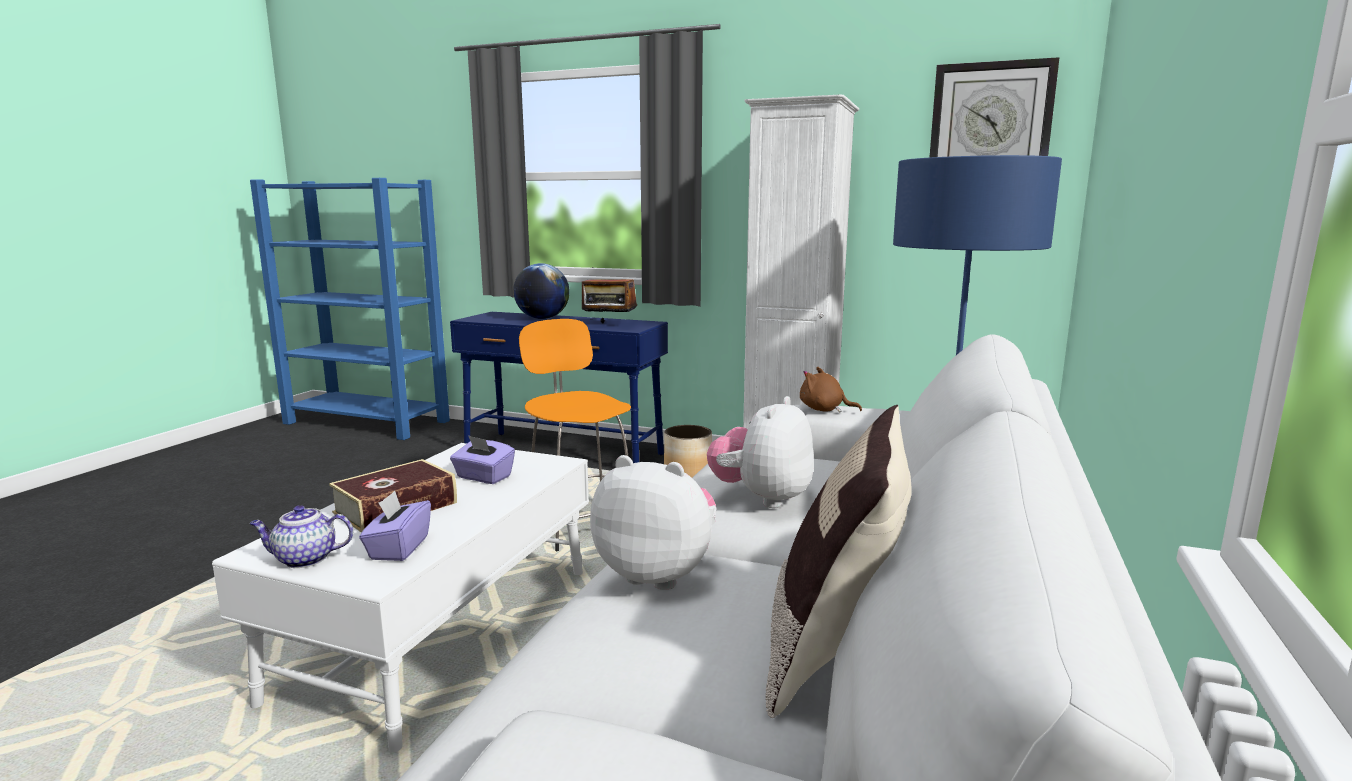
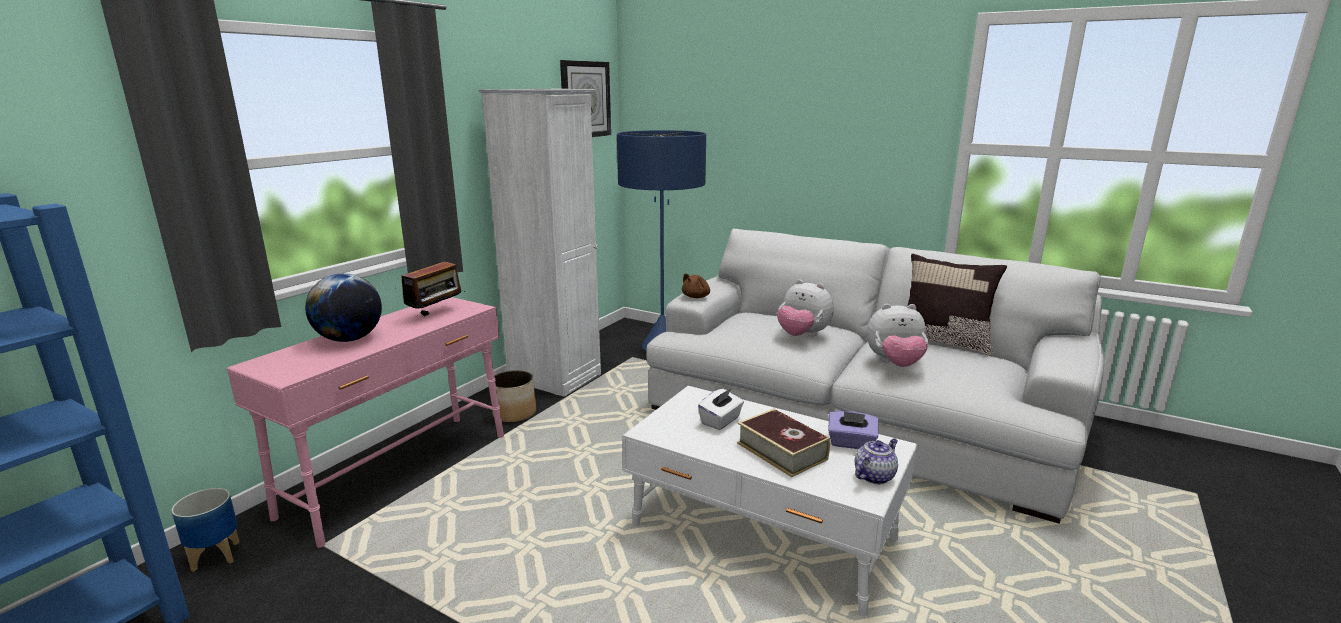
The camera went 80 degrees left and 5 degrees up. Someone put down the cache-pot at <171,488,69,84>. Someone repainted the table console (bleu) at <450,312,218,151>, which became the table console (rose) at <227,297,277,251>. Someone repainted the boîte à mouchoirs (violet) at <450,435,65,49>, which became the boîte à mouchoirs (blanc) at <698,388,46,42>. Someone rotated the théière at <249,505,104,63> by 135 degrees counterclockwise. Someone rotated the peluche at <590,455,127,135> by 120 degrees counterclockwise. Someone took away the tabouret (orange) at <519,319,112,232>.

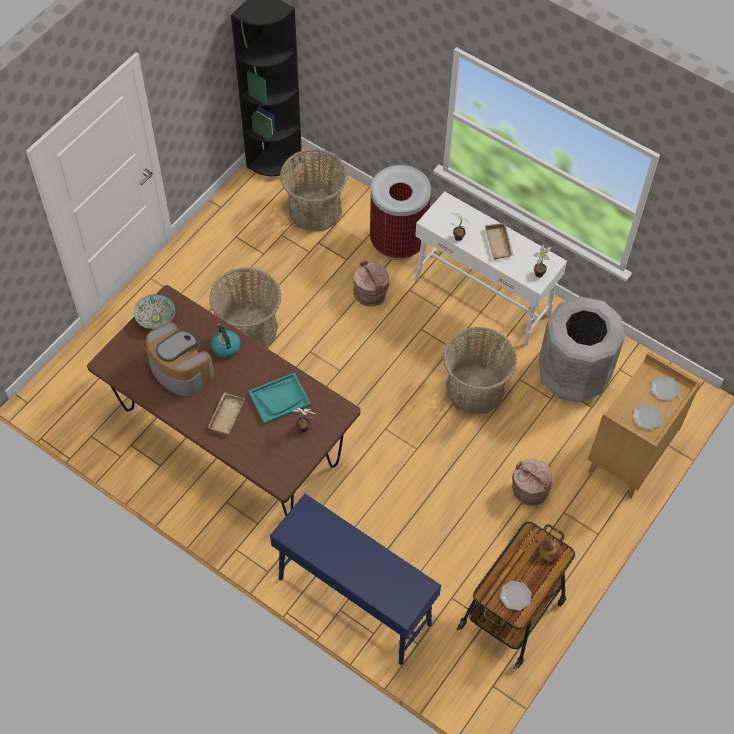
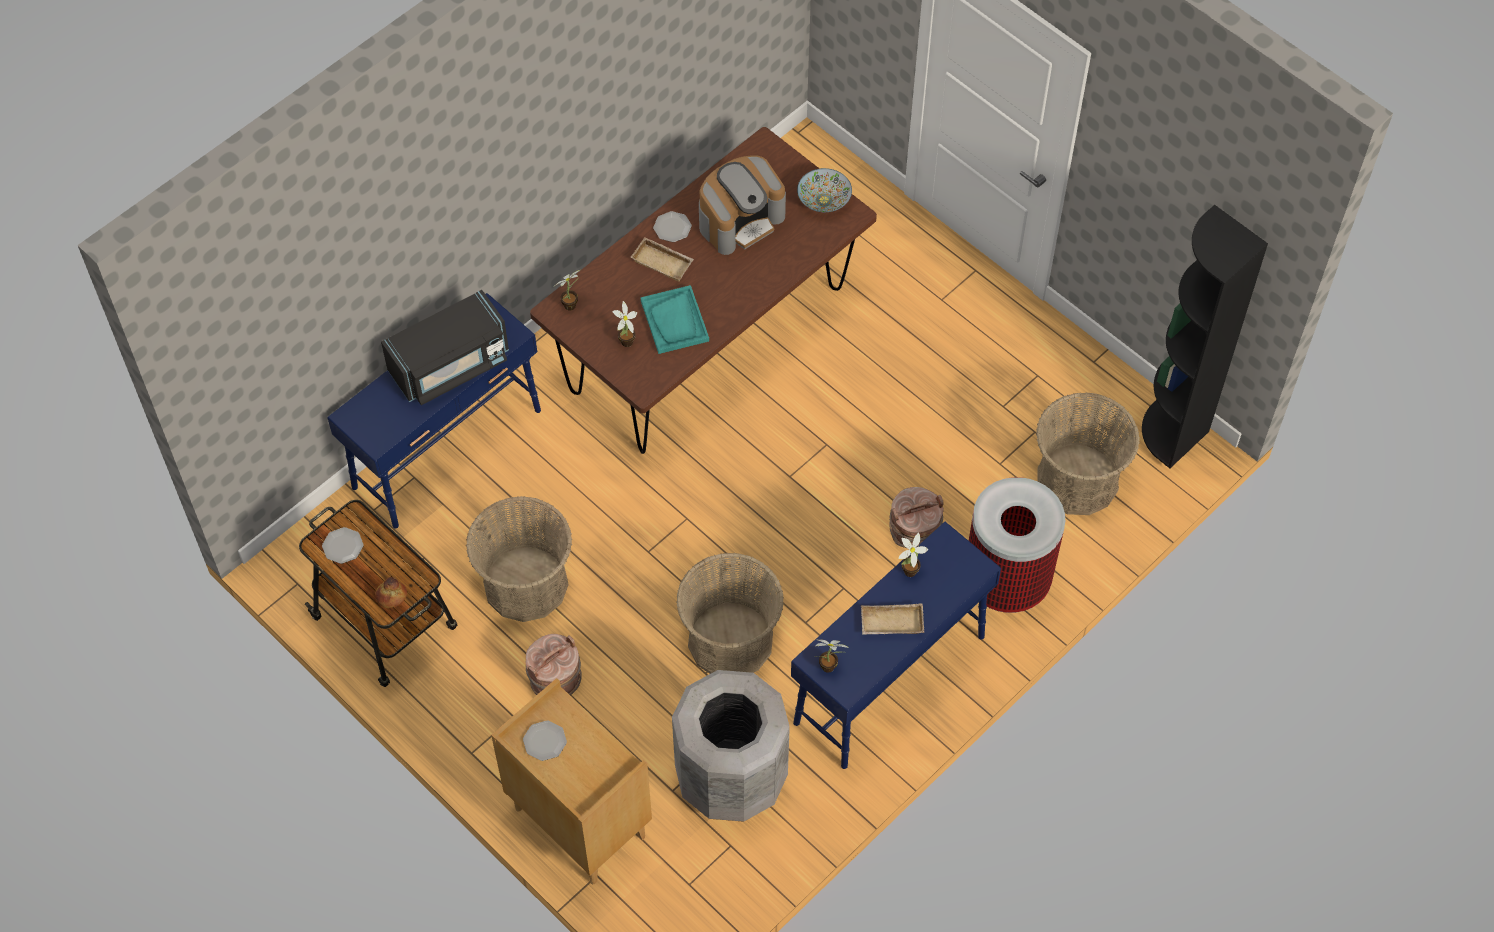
The camera went 100 degrees right and 0 degrees up. Someone put down the micro-ondes (noir) at <381,290,128,115>. Someone carried the panier from <209,267,72,81> to <466,496,106,126>. Someone put down the plante en pot at <553,270,27,40>. Someone carried the assiette from <651,376,29,25> to <653,211,39,31>. Someone repainted the table console (blanc) at <415,191,152,154>, which became the table console (bleu) at <791,522,210,247>. Someone took away the bouilloire at <211,323,29,34>.

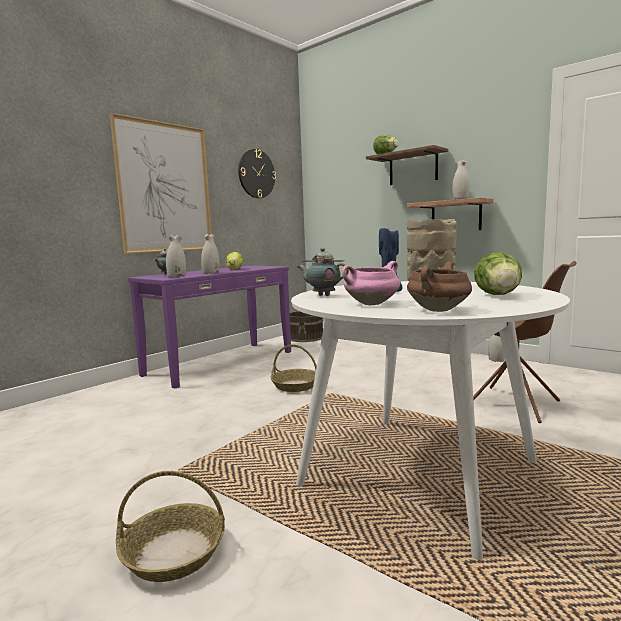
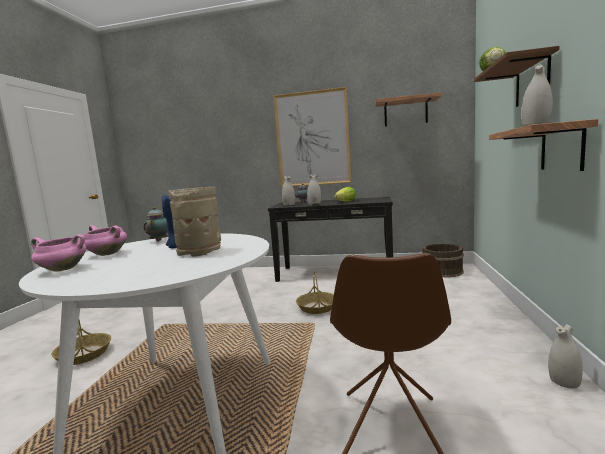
The camera went 60 degrees right and 0 degrees up. Someone repainted the marmite (marron) at <407,262,65,50>, which became the marmite (rose) at <31,234,55,38>. Someone repainted the table console (violet) at <128,266,163,123>, which became the table console (noir) at <268,197,125,85>. Someone swapped the horloge murale at <238,149,38,49> for the étagère at <375,92,67,35>. Someone took away the laitue at <474,252,48,43>.

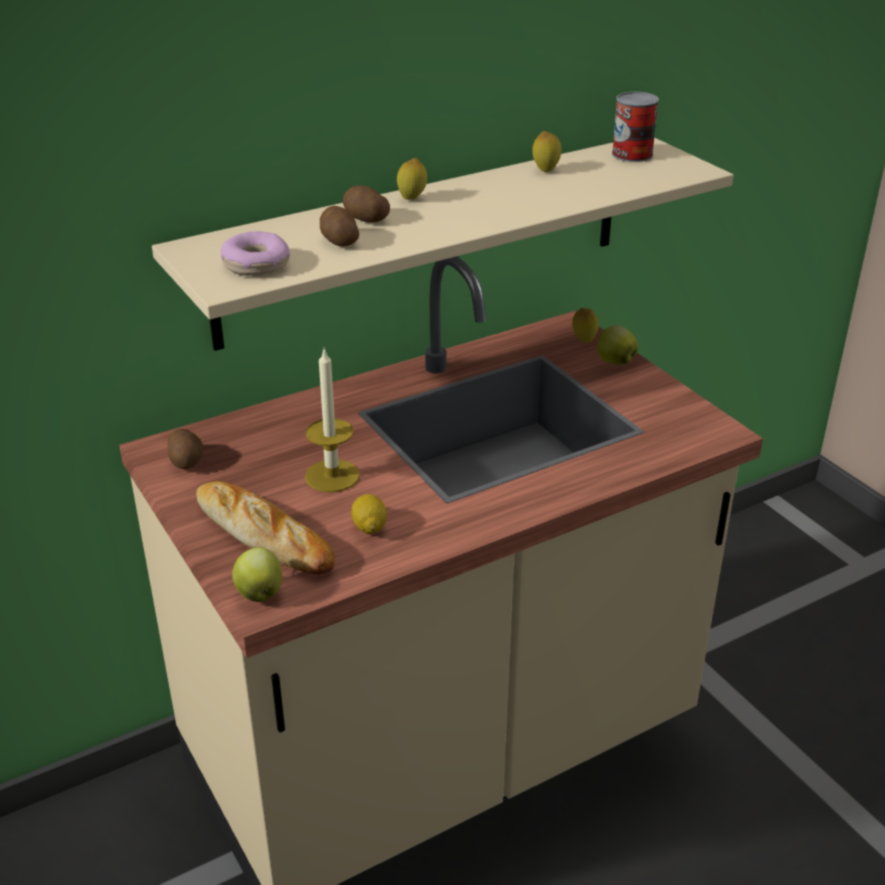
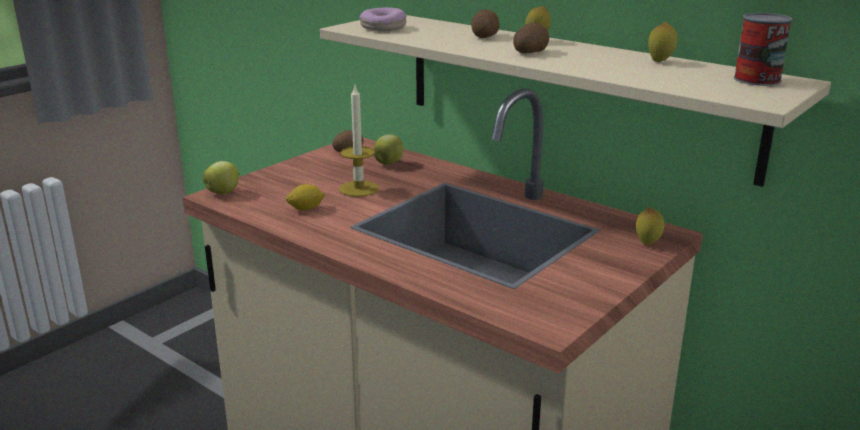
The camera went 70 degrees right and 10 degrees down. Someone carried the pomme from <597,325,41,40> to <374,134,30,30>. Someone carried the pomme de terre from <320,206,39,41> to <513,23,36,31>. Someone took away the pain at <196,481,139,94>.

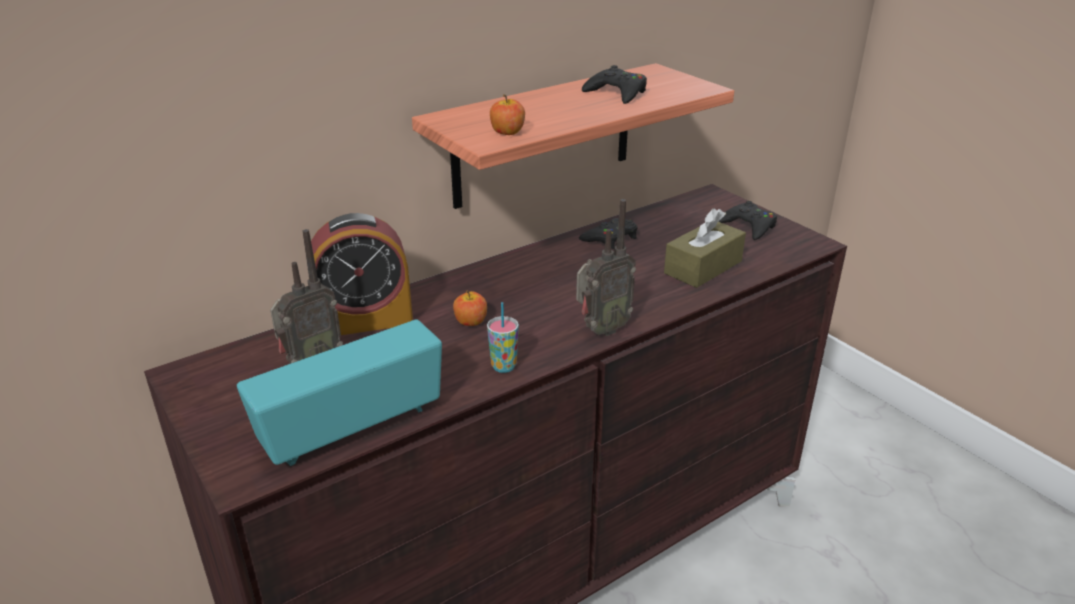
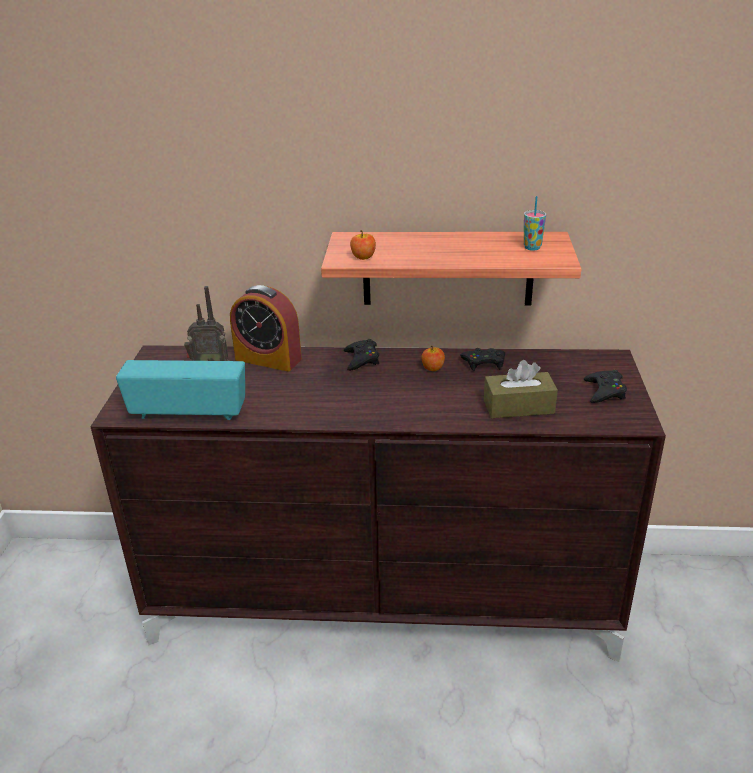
The camera went 40 degrees right and 0 degrees up. Someone carried the manette (noir) from <582,65,65,39> to <344,339,35,32>. Someone carried the pomme from <453,291,34,35> to <421,345,24,26>. Someone carried the tasse from <487,302,32,71> to <524,196,22,55>. Someone took away the radio at <576,199,60,137>.

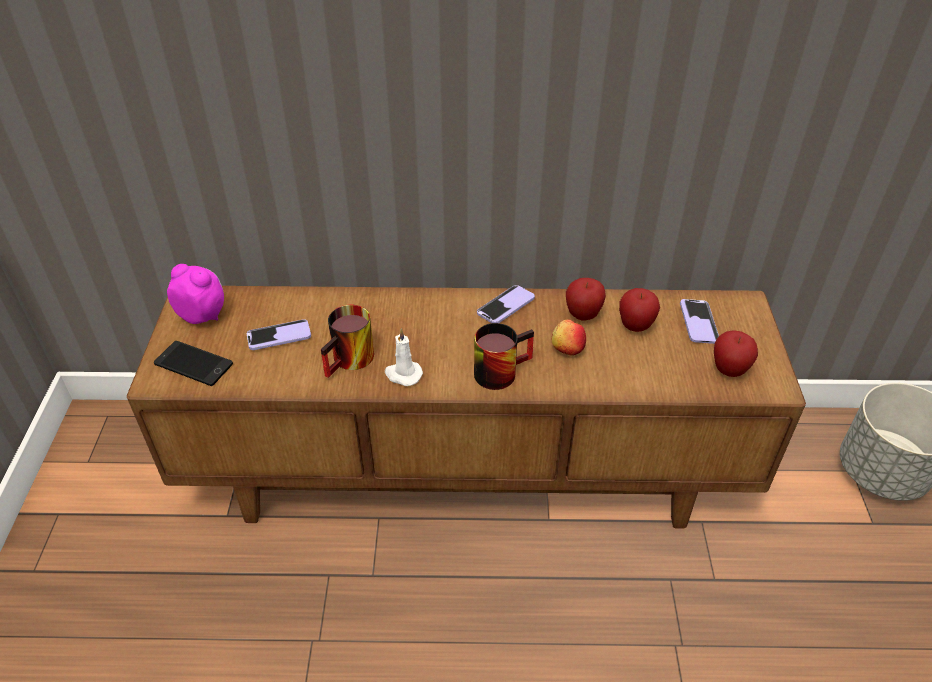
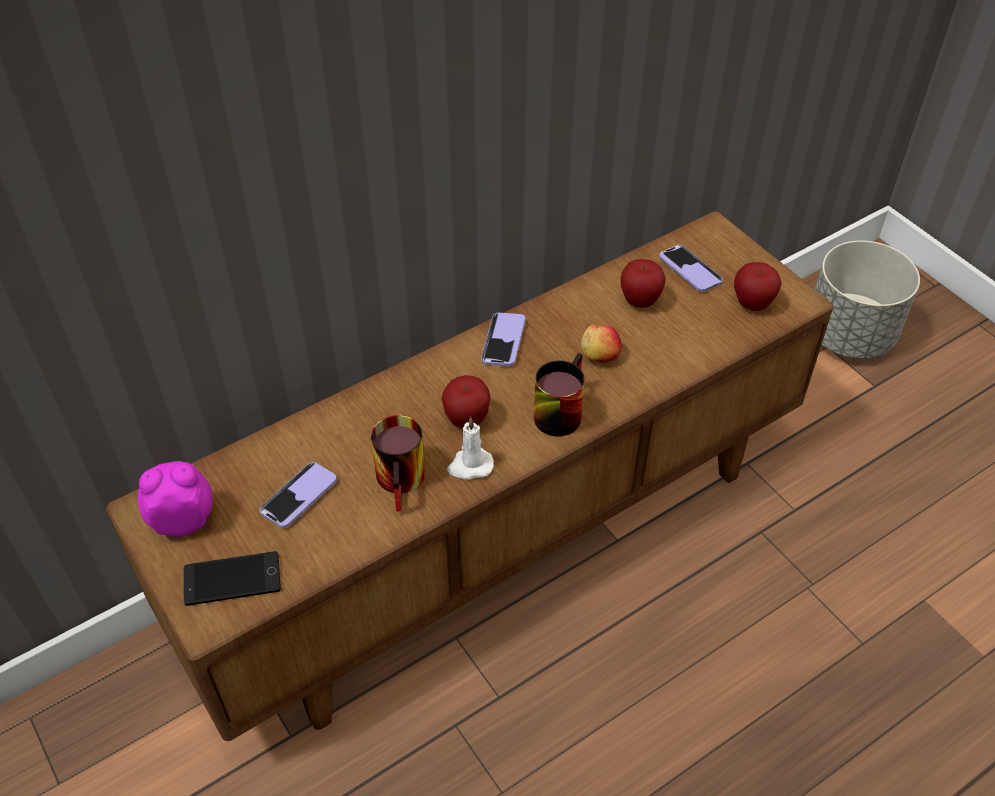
The camera went 35 degrees left and 5 degrees up. Someone carried the pomme from <566,278,40,43> to <441,375,49,53>.

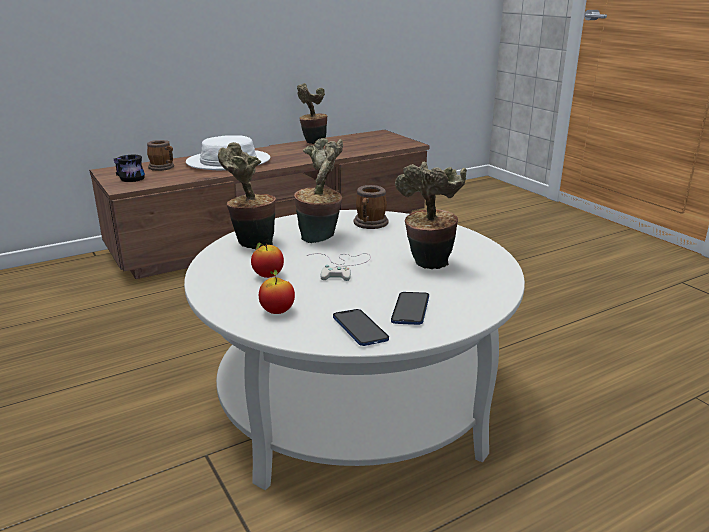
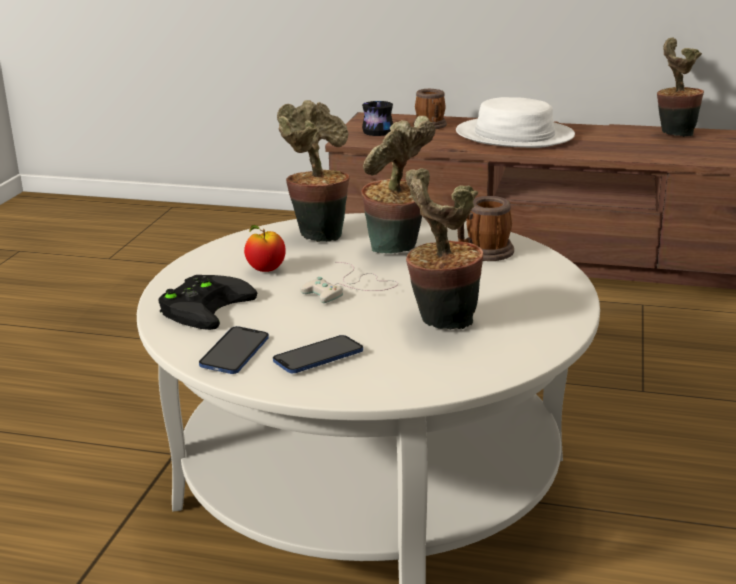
The camera went 45 degrees right and 0 degrees up. Someone swapped the pomme at <259,270,36,44> for the manette (noir) at <158,275,99,55>.

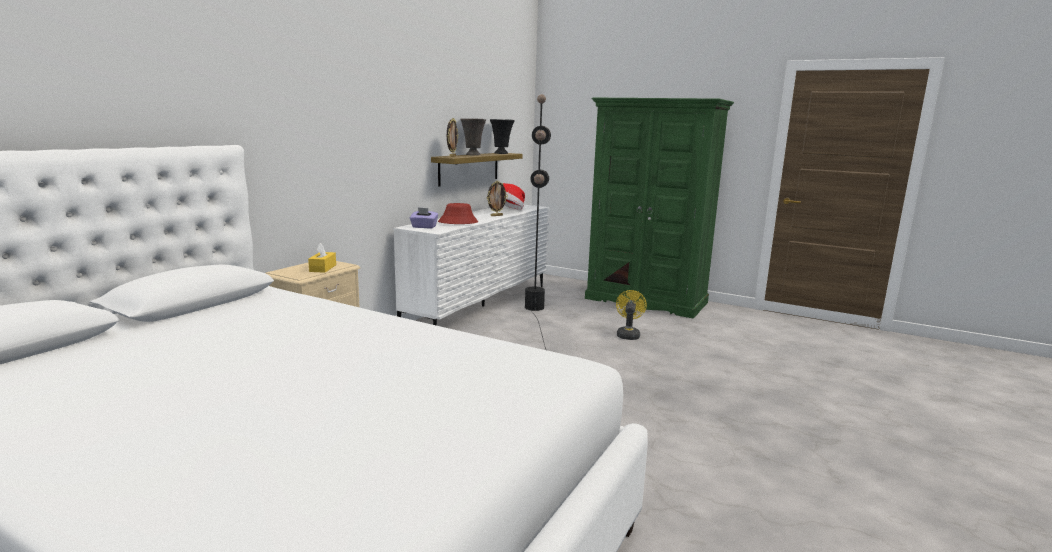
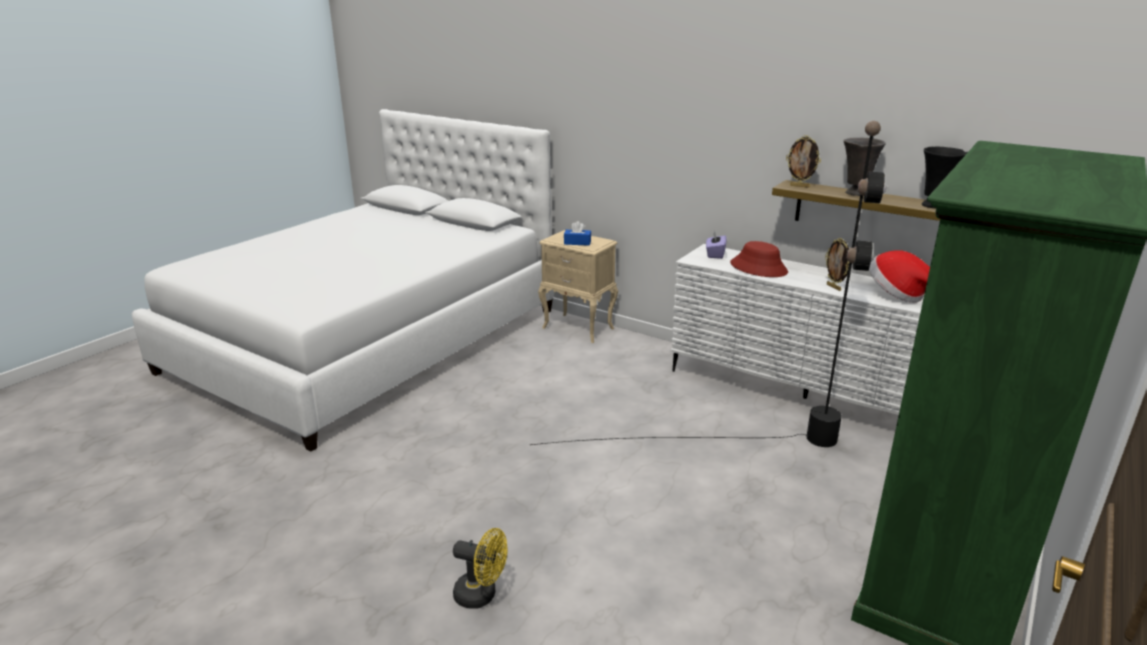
The camera went 95 degrees right and 10 degrees up. Someone carried the ventilateur (jaune) from <616,290,31,50> to <453,528,54,80>. Someone repainted the boîte à mouchoirs (jaune) at <308,243,28,30>, which became the boîte à mouchoirs (bleu) at <564,221,27,25>.

